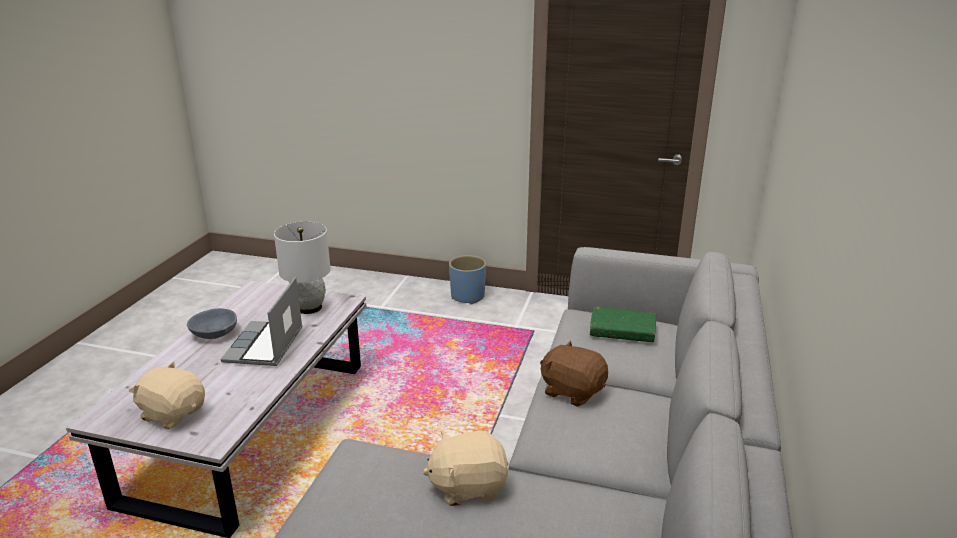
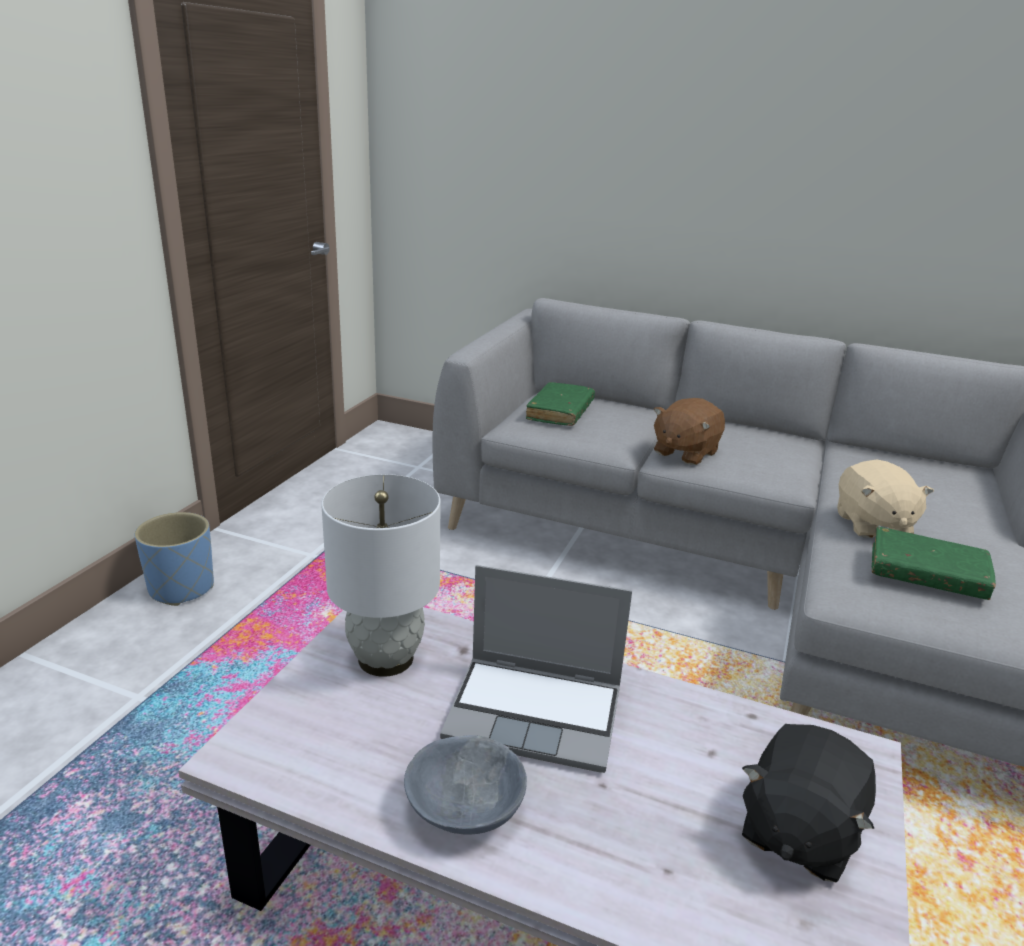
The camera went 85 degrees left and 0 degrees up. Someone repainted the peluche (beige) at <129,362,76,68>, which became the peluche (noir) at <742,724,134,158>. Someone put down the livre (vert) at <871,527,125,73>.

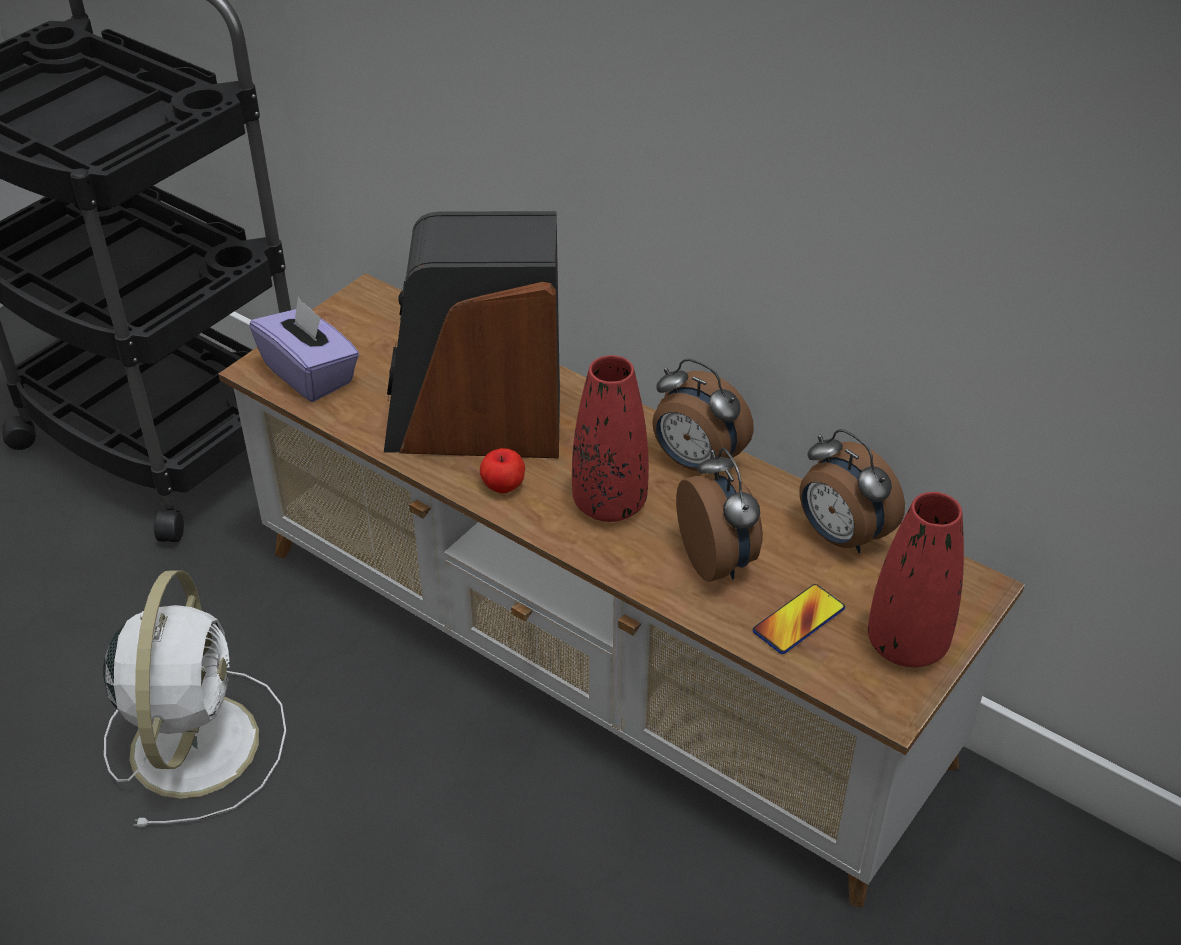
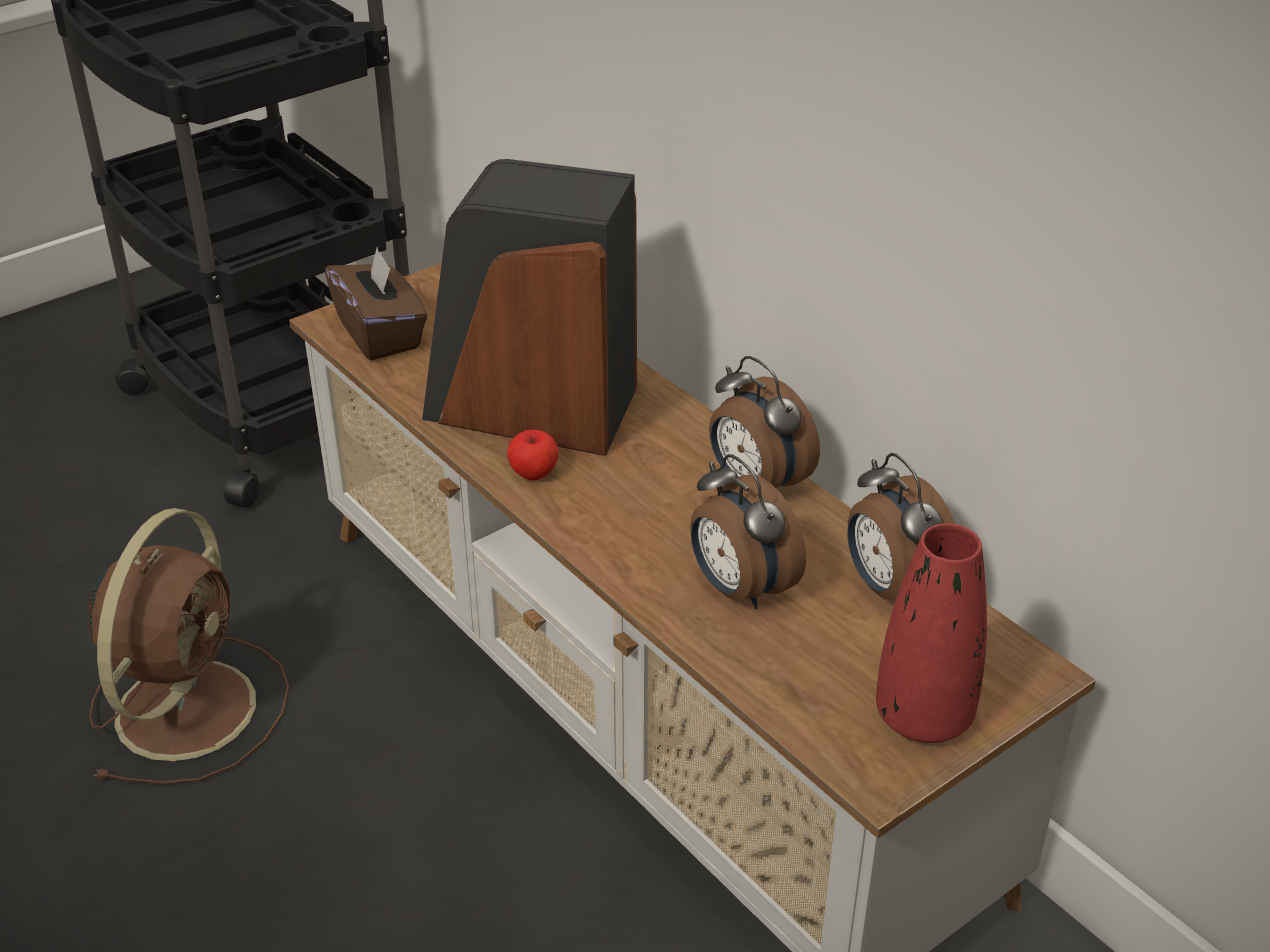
The camera went 15 degrees right and 5 degrees down. Someone repainted the ventilateur (blanc) at <103,570,183,258>, which became the ventilateur (marron) at <87,508,202,276>. Someone repainted the boîte à mouchoirs (violet) at <249,297,110,105>, which became the boîte à mouchoirs (marron) at <325,248,102,113>. Someone rotated the réveil at <676,448,87,134> by 150 degrees clockwise. Someone took away the vase (rouge) at <572,355,77,167>. Someone took away the téléphone at <753,584,92,70>.

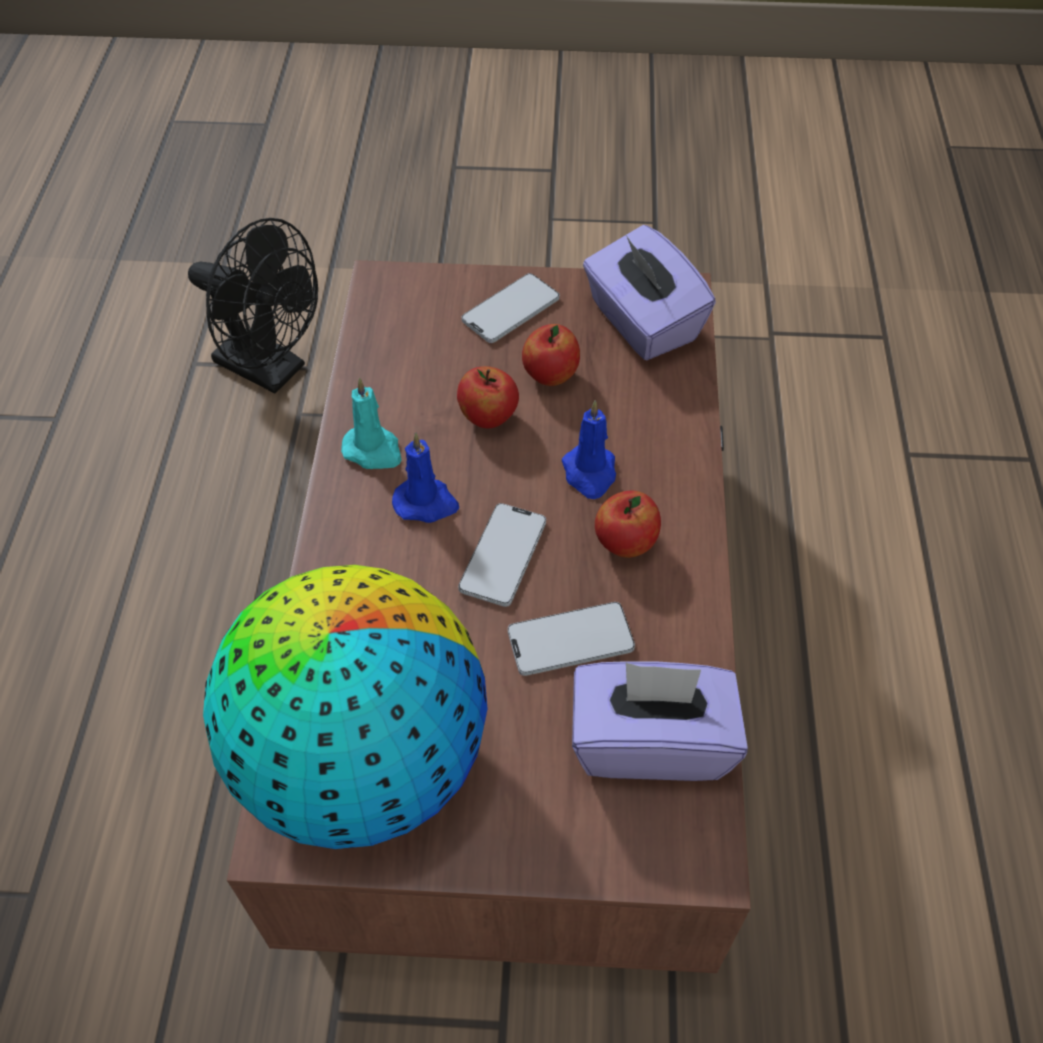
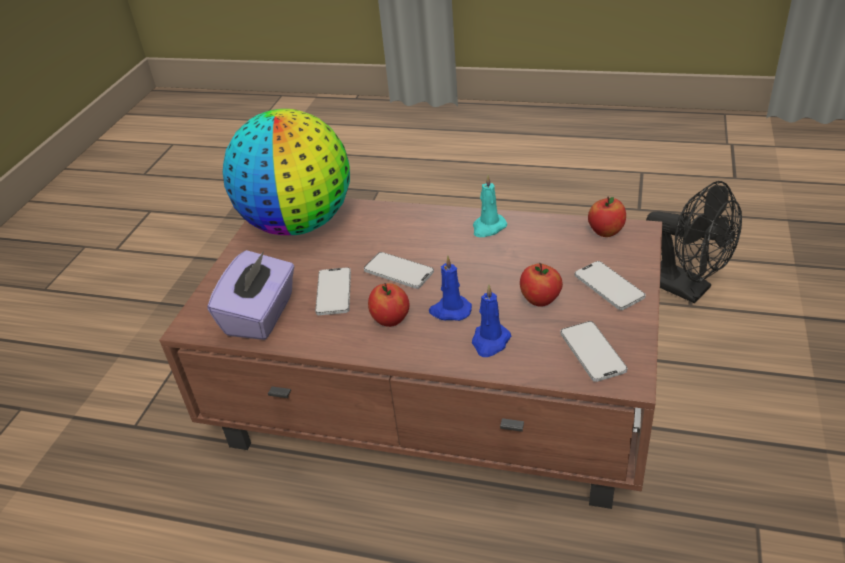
The camera went 105 degrees right and 15 degrees down. Someone carried the bougie (bleu) from <392,432,67,91> to <472,284,39,73>. Someone swapped the boîte à mouchoirs (violet) at <583,225,133,135> for the téléphone at <560,321,67,61>. Someone carried the pomme from <457,366,62,62> to <588,196,38,41>. Someone rotated the ventilateur (noir) at <188,218,130,175> by 90 degrees counterclockwise.

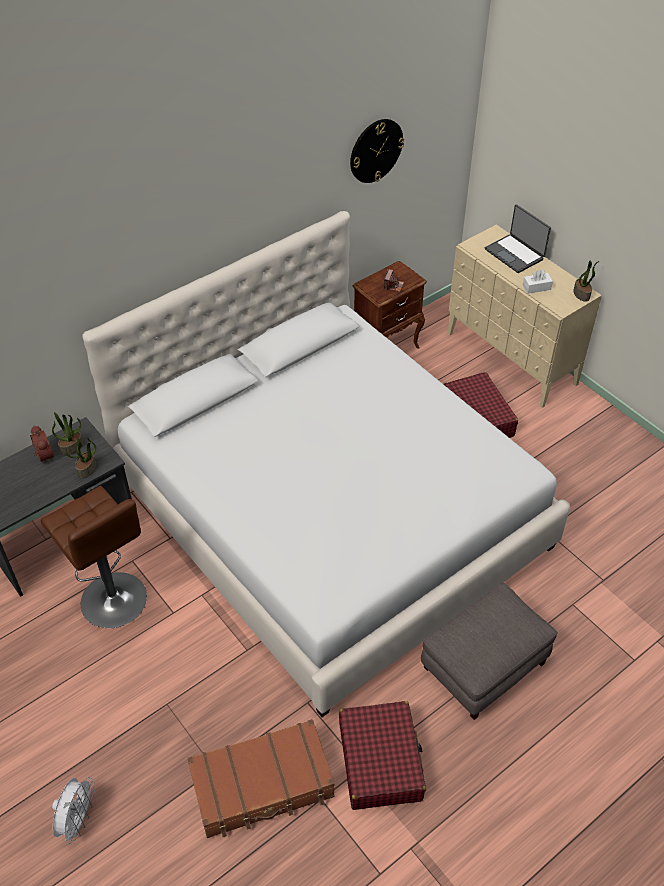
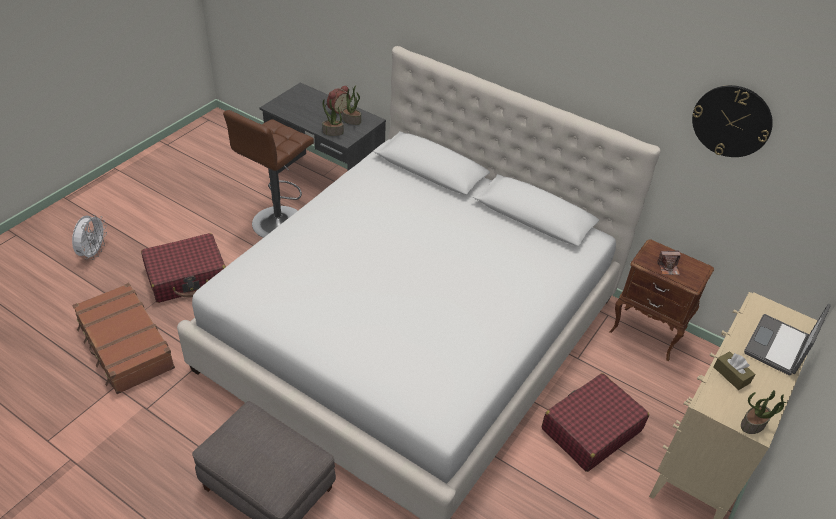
The camera went 70 degrees right and 5 degrees down. Someone rotated the ventilateur (blanc) at <52,777,43,68> by 75 degrees counterclockwise. Someone carried the valise (rouge) from <339,701,87,109> to <141,233,85,70>. Someone repainted the boîte à mouchoirs (blanc) at <522,269,31,25>, which became the boîte à mouchoirs (marron) at <713,351,42,39>.

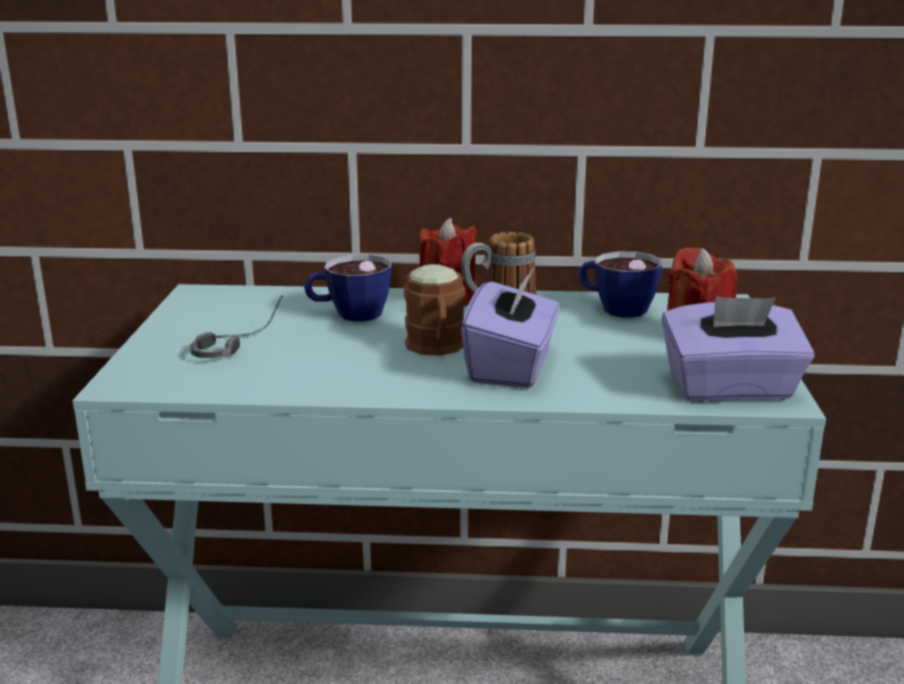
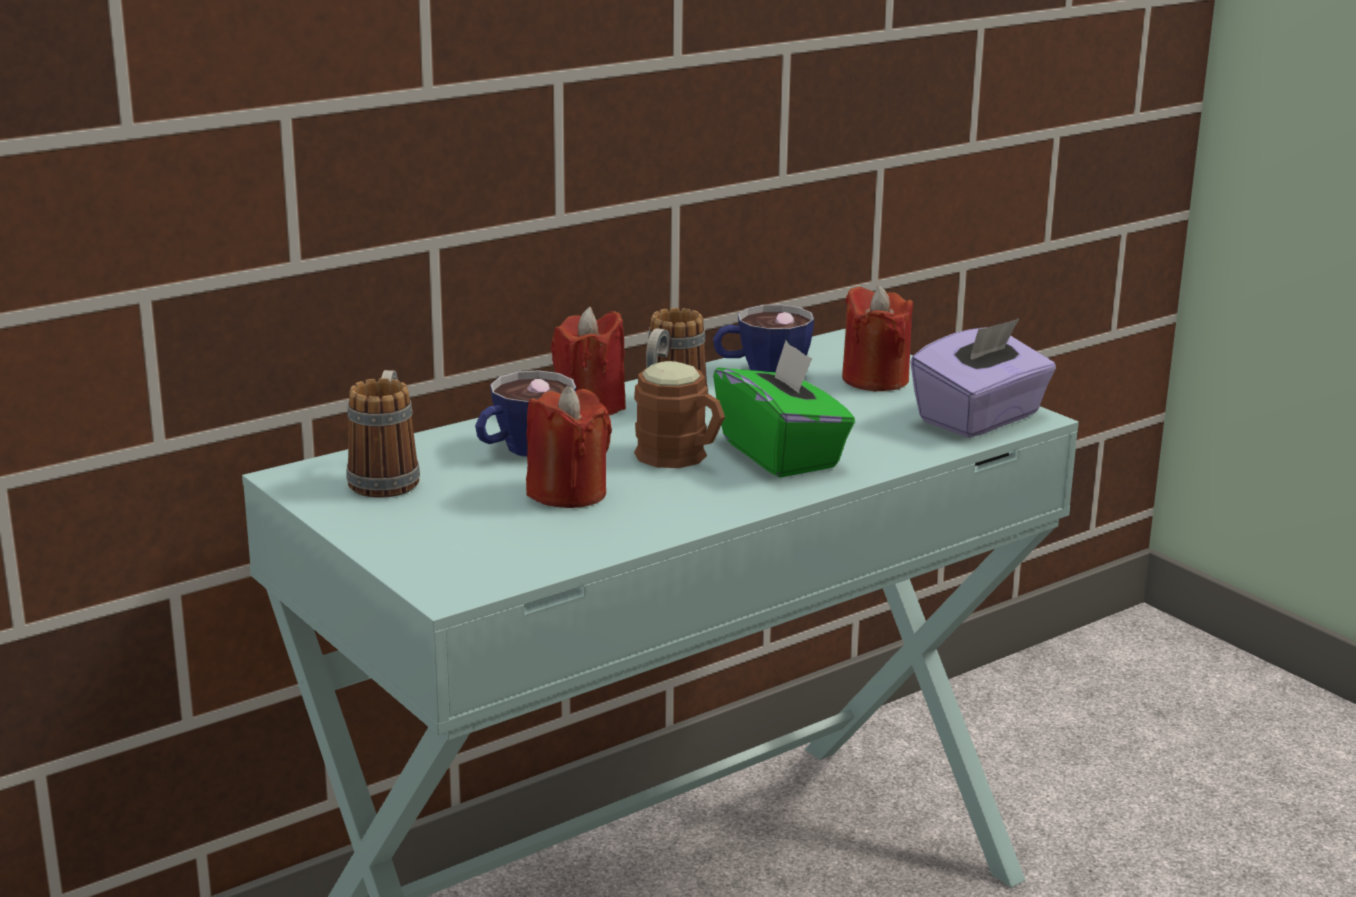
The camera went 40 degrees left and 0 degrees up. Someone put down the mug at <346,370,74,128>. Someone put down the bougie (rouge) at <526,386,86,122>. Someone repainted the boîte à mouchoirs (violet) at <461,268,99,120>, which became the boîte à mouchoirs (vert) at <713,341,142,137>. Someone took away the casque audio at <190,295,93,63>.

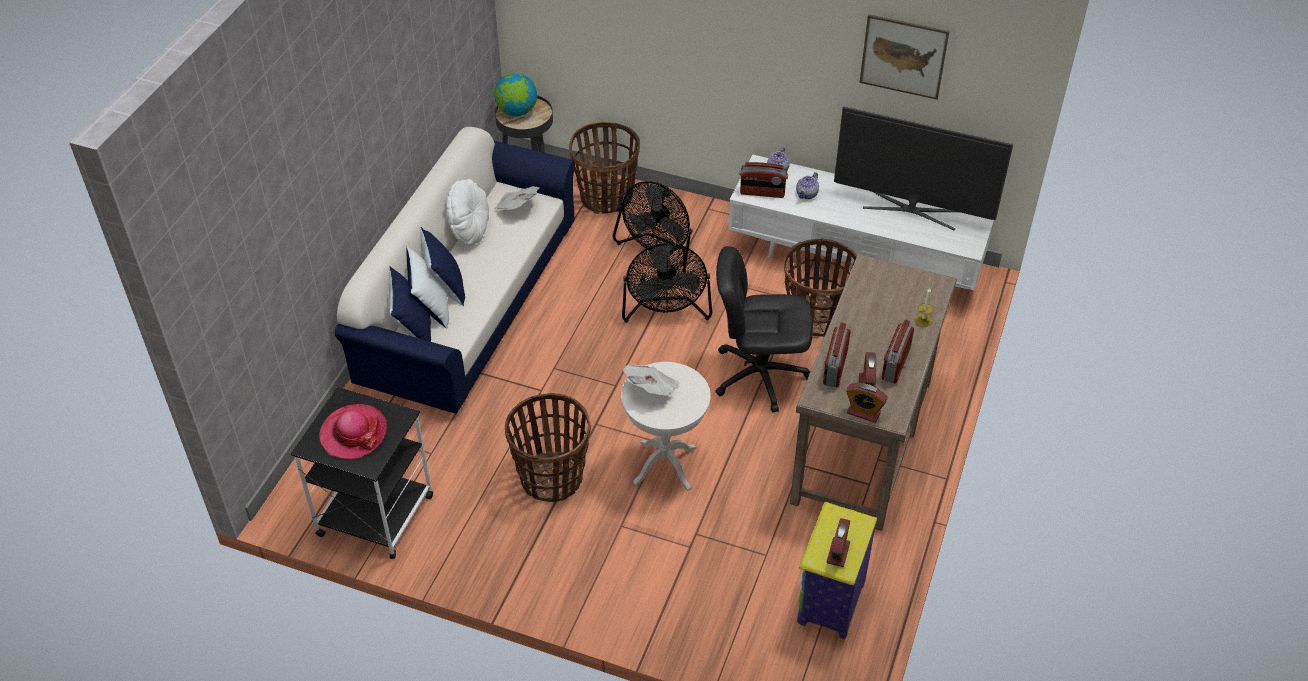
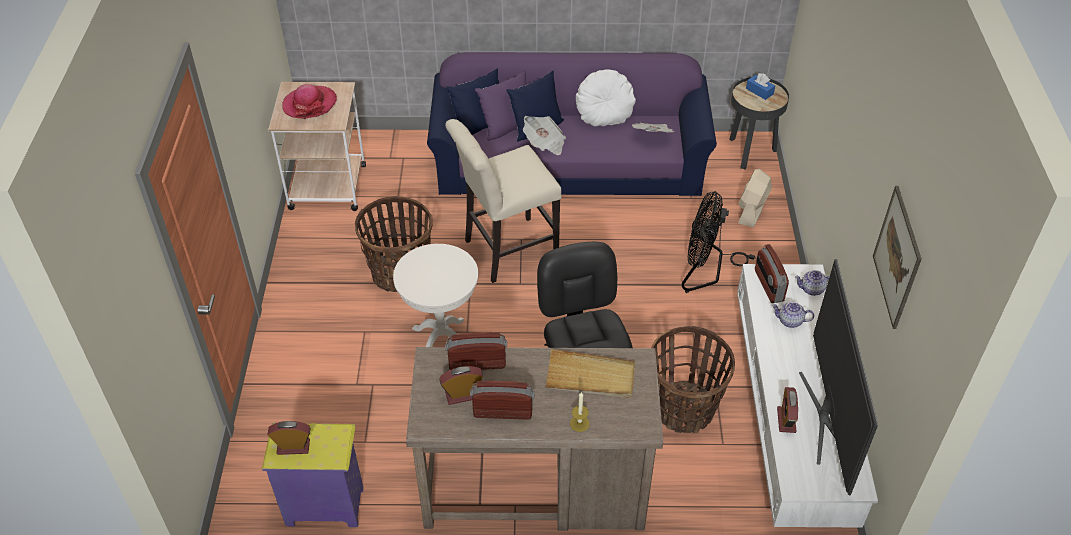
The camera went 70 degrees right and 0 degrees up. Someone repainted the chariot (noir) at <291,387,142,172>, which became the chariot (beige) at <268,82,98,129>. Someone repainted the canapé (blanc) at <335,127,240,287>, which became the canapé (violet) at <427,52,290,144>. Someone put down the tabouret (beige) at <445,119,116,164>. Someone carried the journal from <623,364,56,32> to <523,116,43,39>. Someone put down the plateau (beige) at <545,349,90,49>. Someone swapped the panier at <569,122,71,92> for the ventilateur (beige) at <738,169,34,59>. Someone swapped the globe at <494,73,43,43> for the boîte à mouchoirs (bleu) at <746,73,29,27>. Someone carried the réveil from <846,383,41,40> to <777,387,21,46>. Someone took away the ventilateur (noir) at <622,242,90,81>.

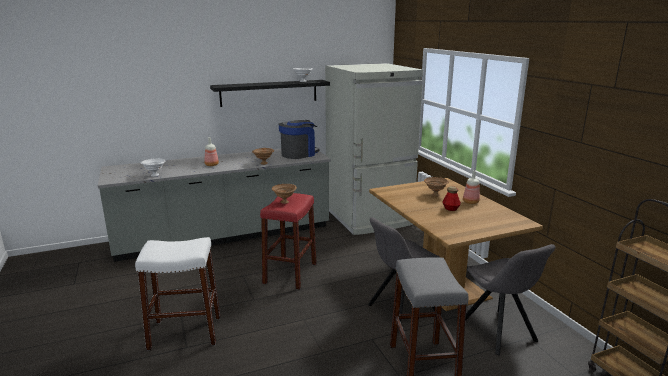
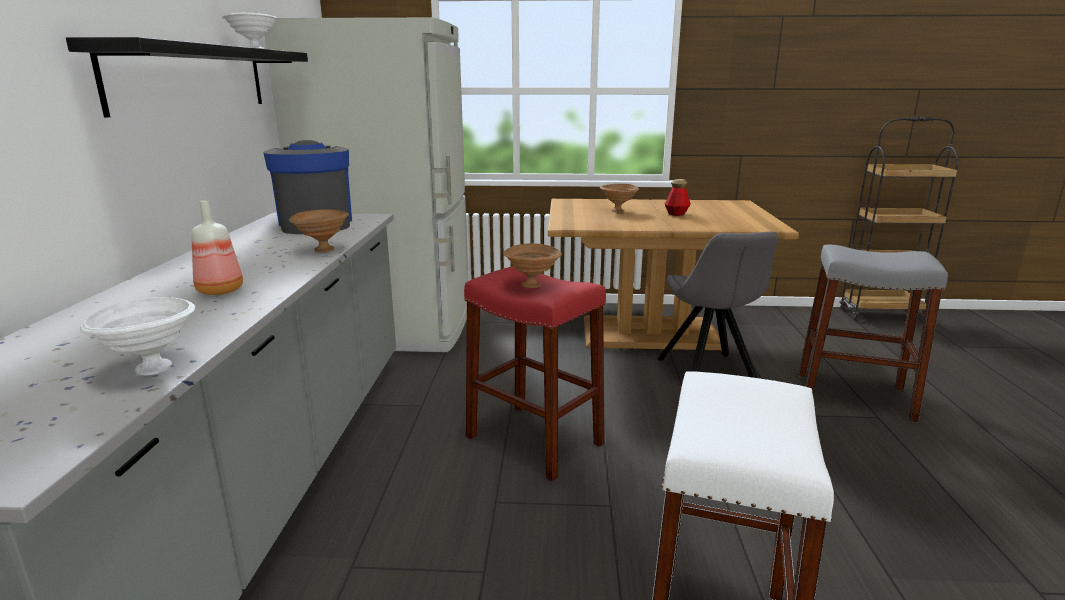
The camera went 65 degrees left and 0 degrees up. Someone took away the bouteille at <463,170,17,34>. Someone took away the chaise (gris) at <465,244,90,111>.

